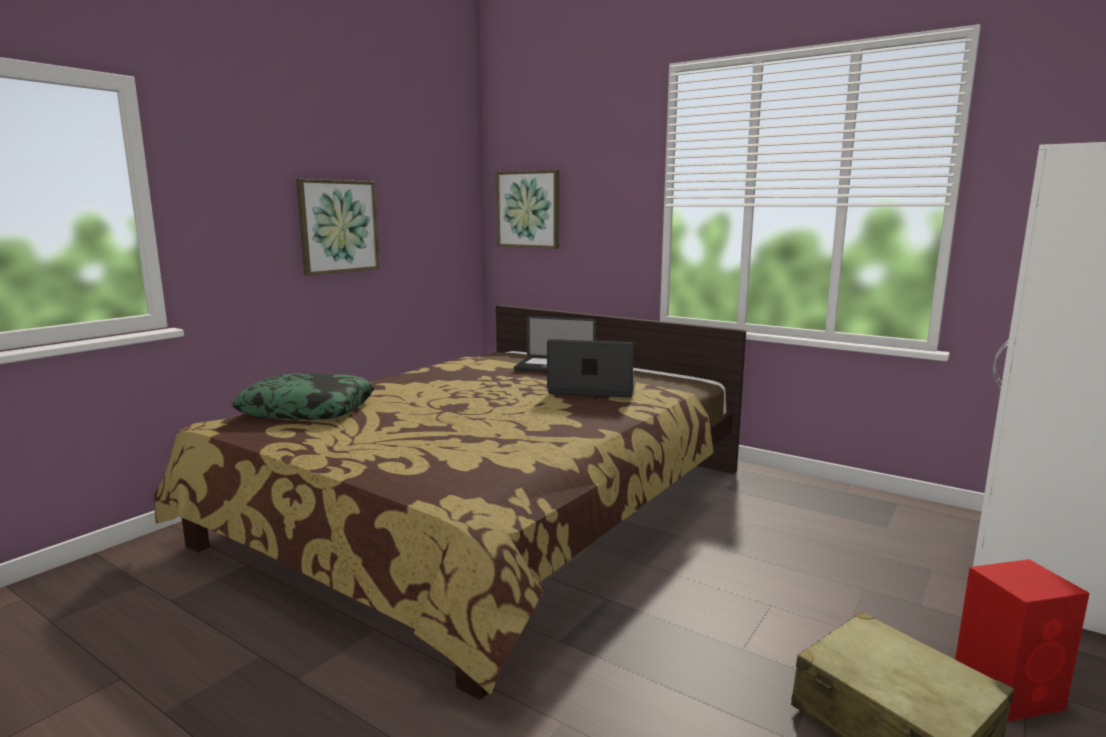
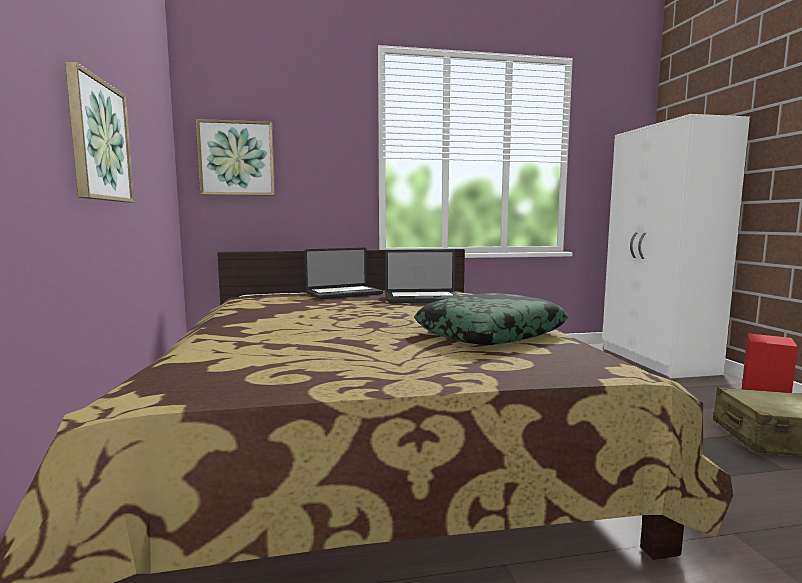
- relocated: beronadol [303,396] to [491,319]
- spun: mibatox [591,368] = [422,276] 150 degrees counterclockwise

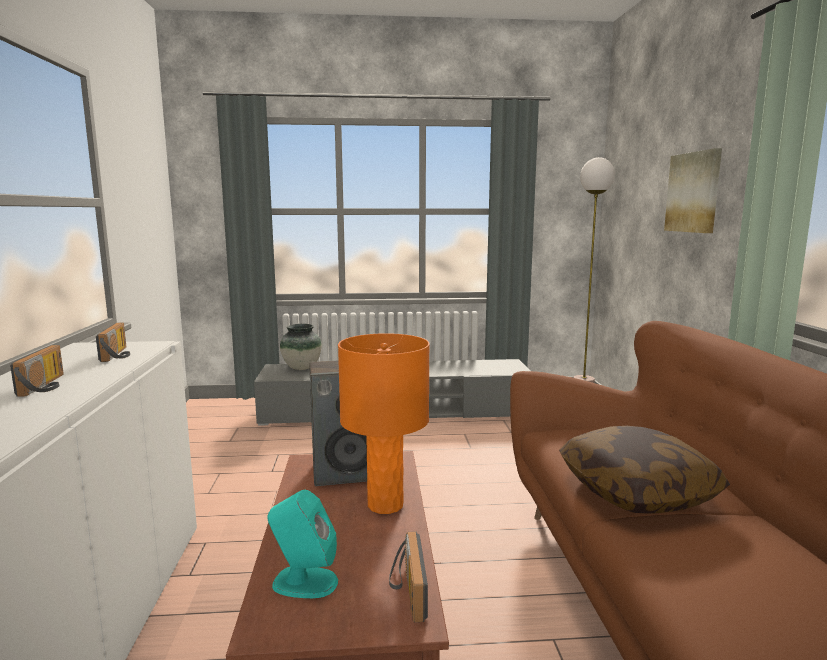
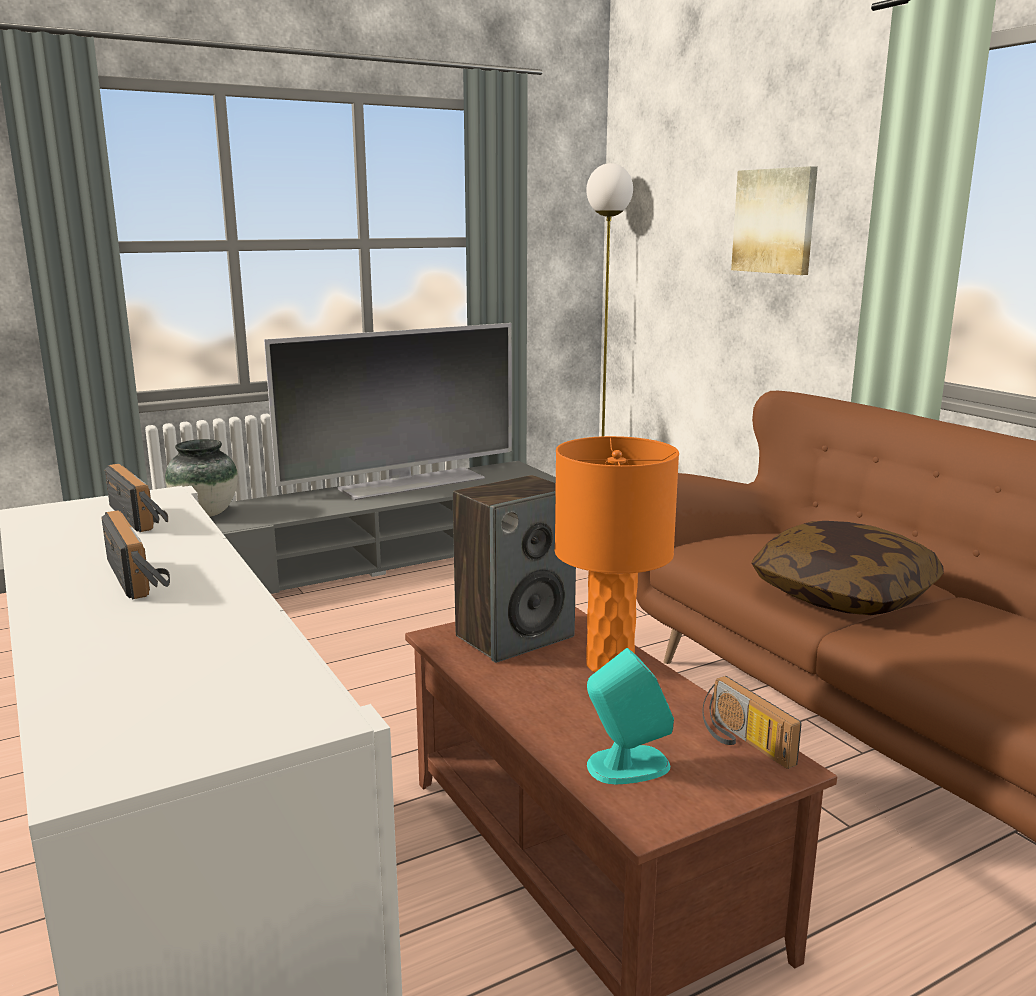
- appeared: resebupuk [388,411]

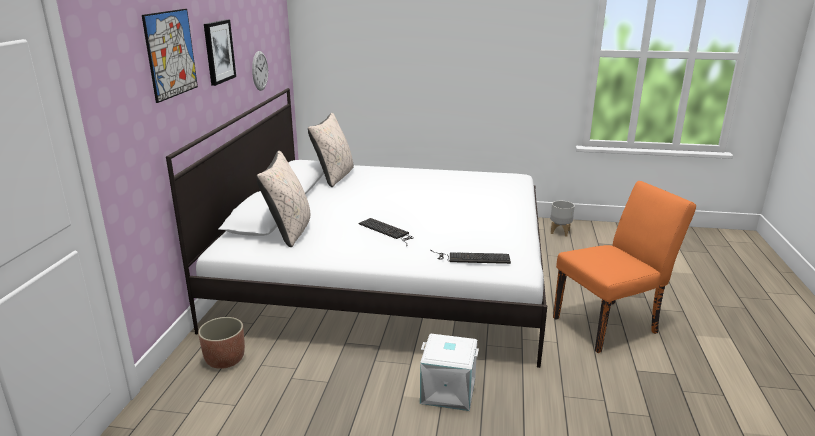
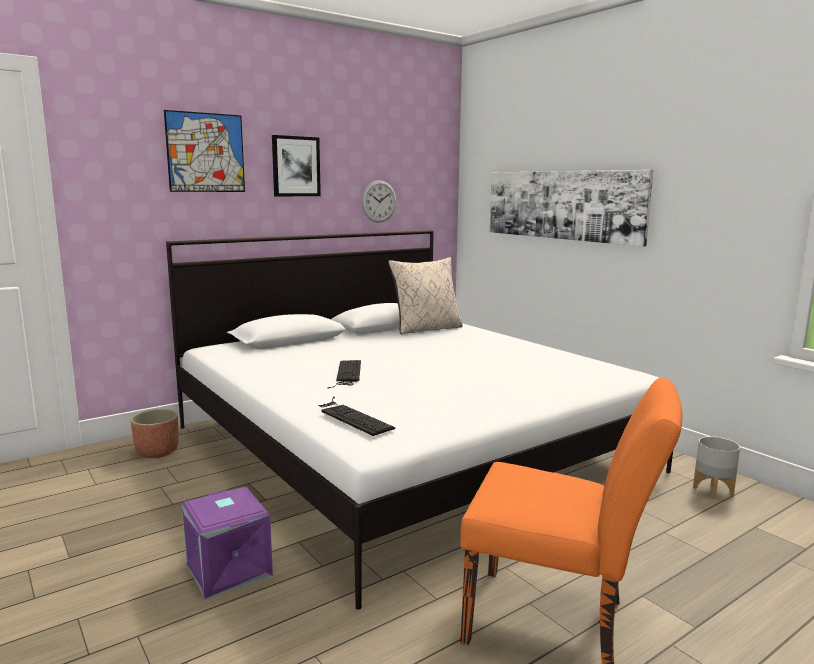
- missing: beige beronadol [283,199]
- appeared: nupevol [572,208]
- colour: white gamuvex [449,372] to purple gamuvex [227,543]

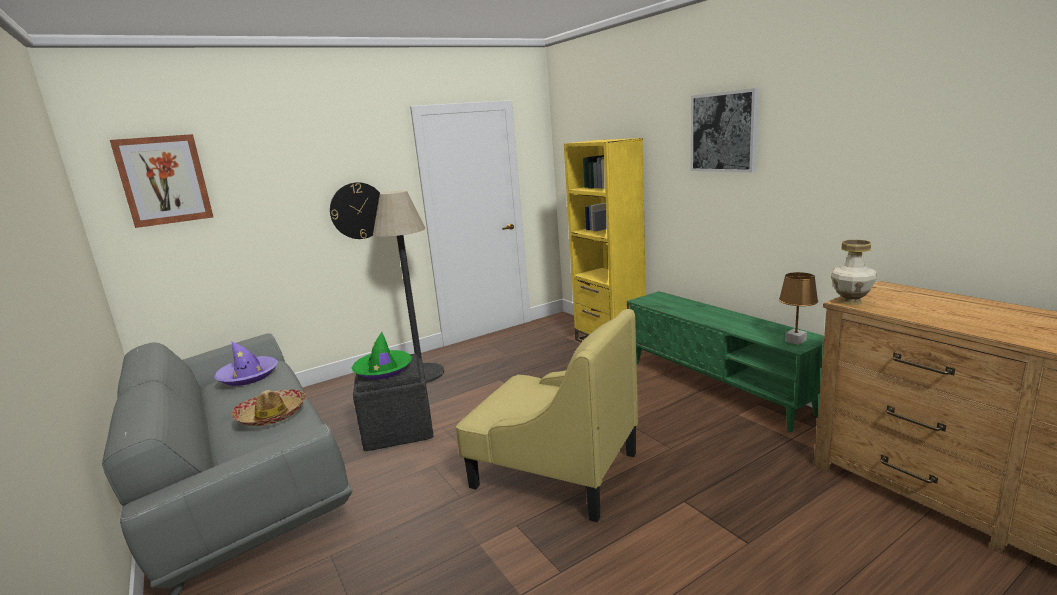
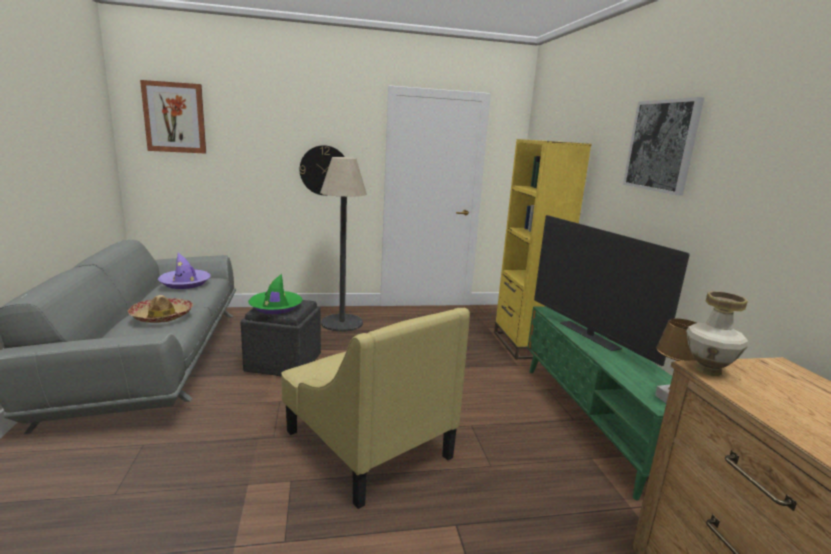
- appeared: resebupuk [612,290]

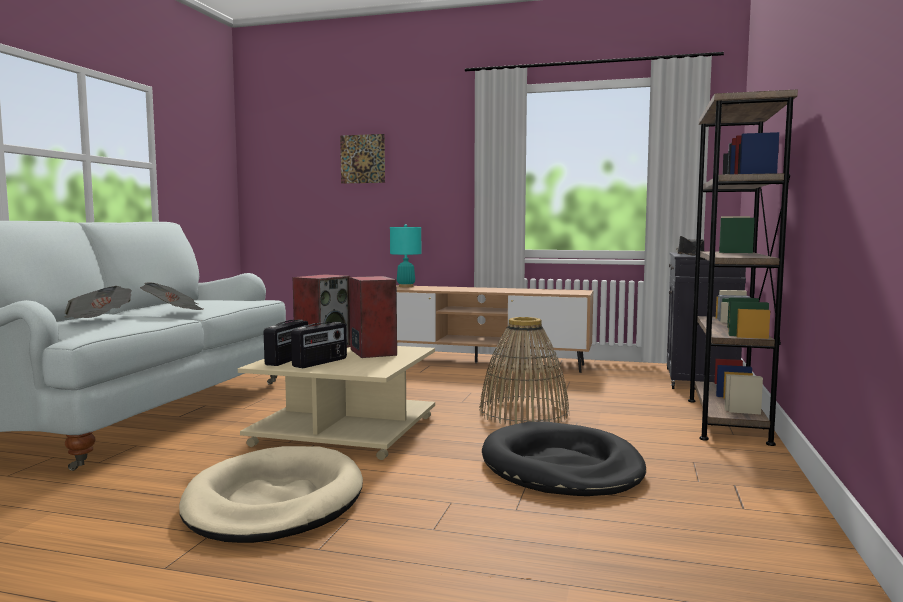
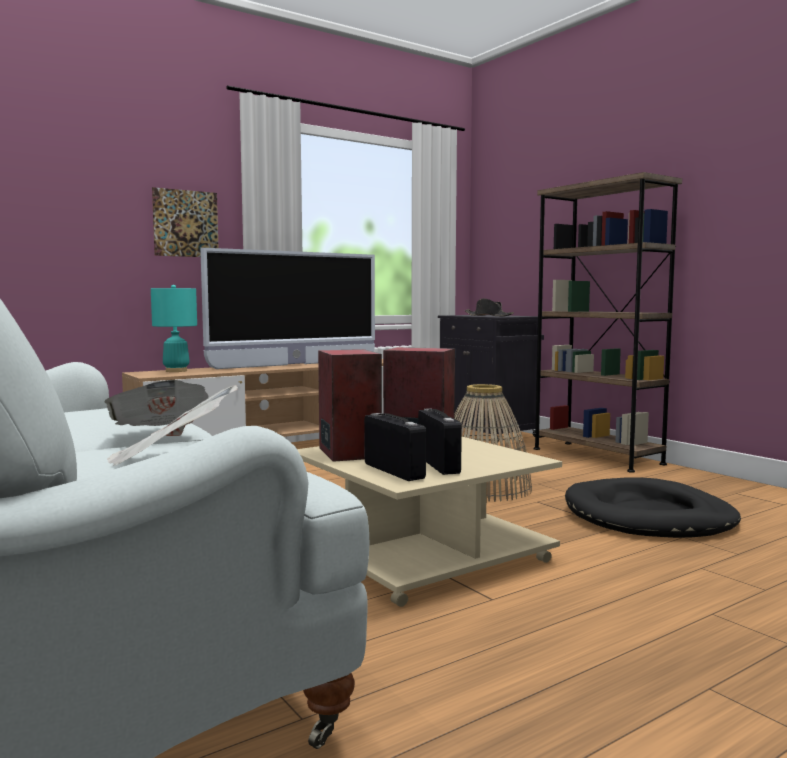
- missing: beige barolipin [271,494]
- appeared: resebupuk [287,308]
- relocated: nupevol [362,159] to [185,222]

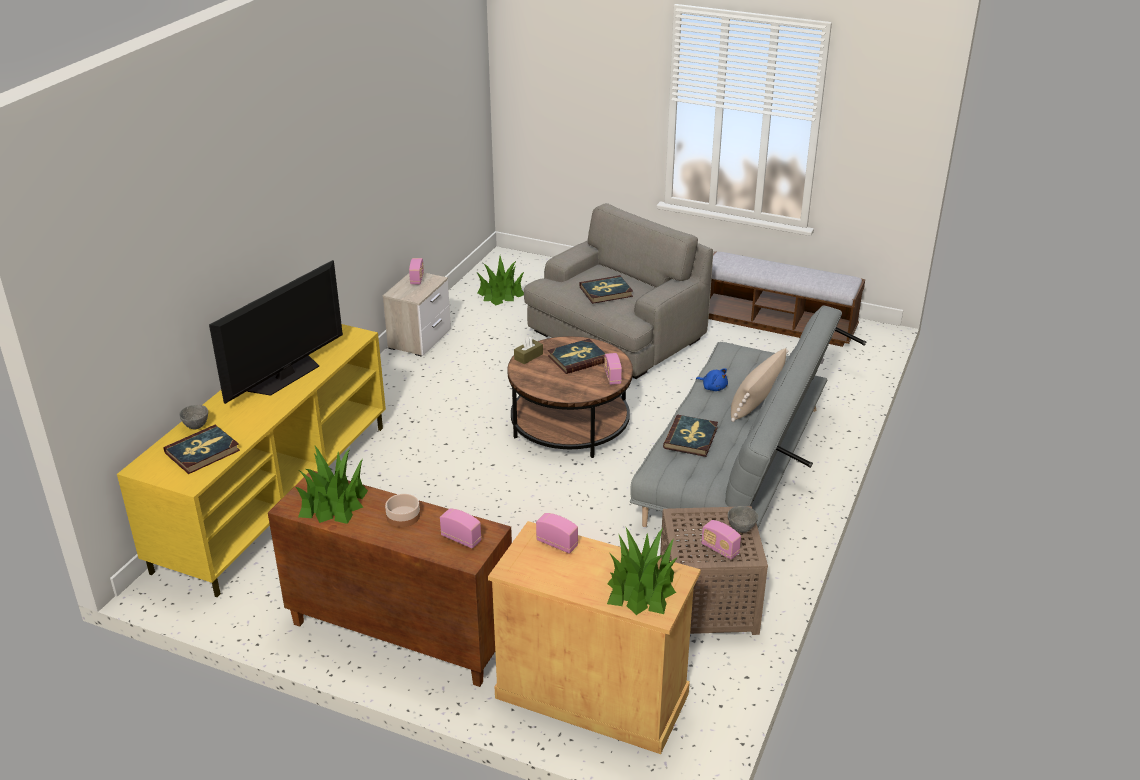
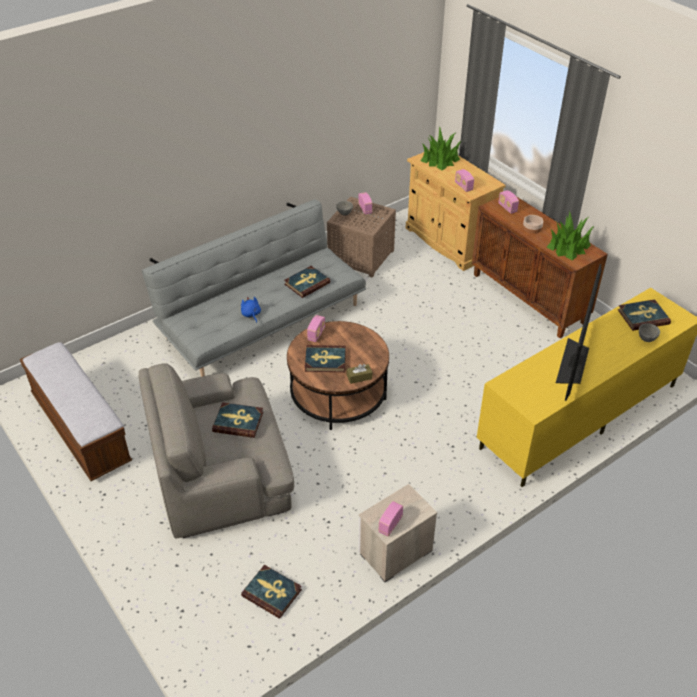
- missing: beige beronadol [759,385]
- exchanged: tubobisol [501,280] to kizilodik [271,592]
- spun: resebupuk [276,332] = [578,332] 135 degrees clockwise

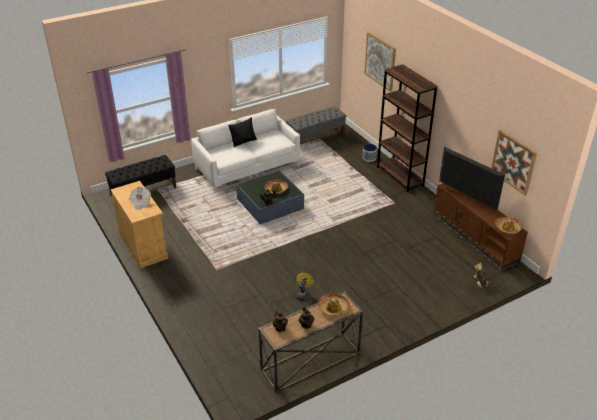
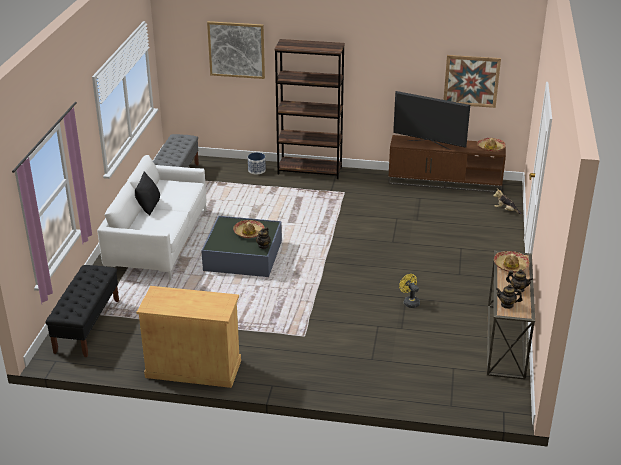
- missing: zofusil [140,198]
- spun: resebupuk [472,178] = [431,120] 150 degrees counterclockwise

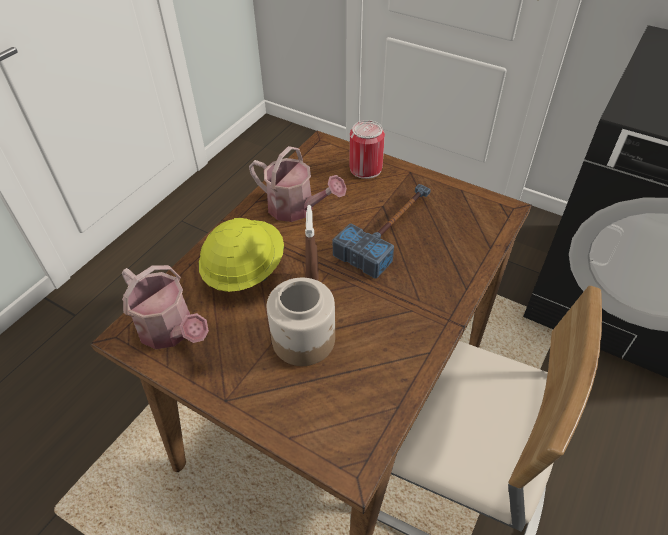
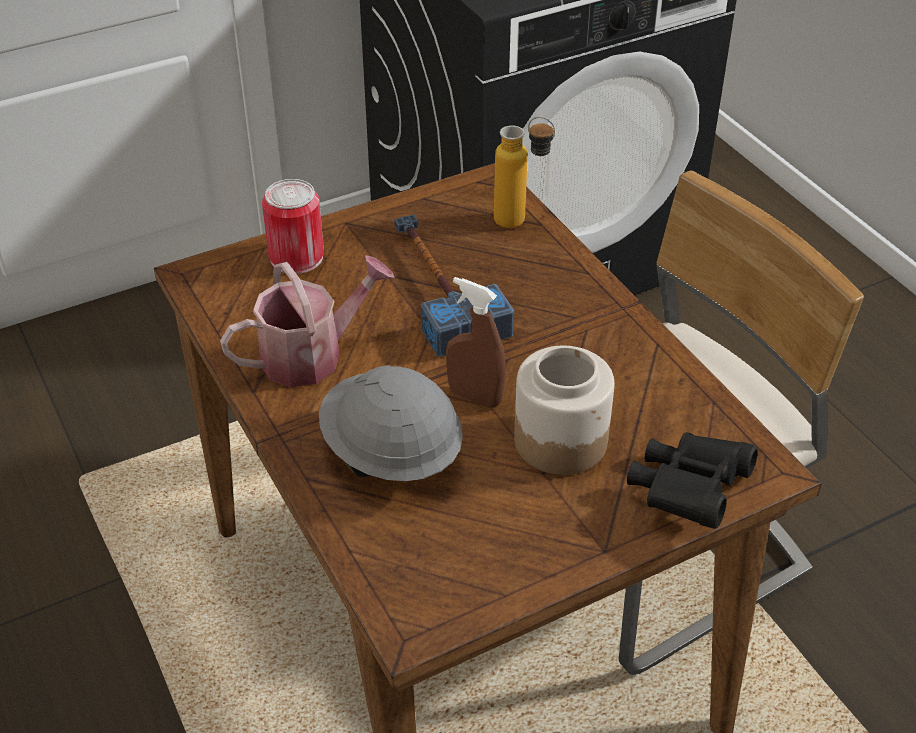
- missing: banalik [165,307]
- appeared: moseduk [524,172]
- appeared: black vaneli [692,480]
- colour: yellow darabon [241,255] to grey darabon [391,423]

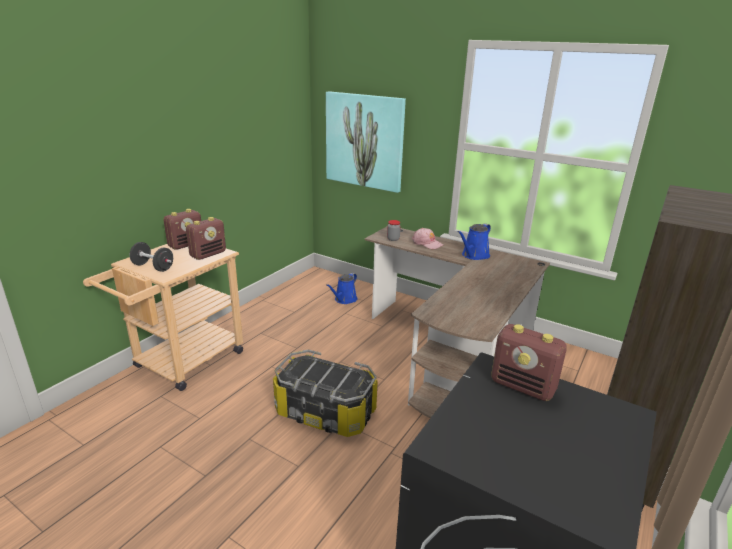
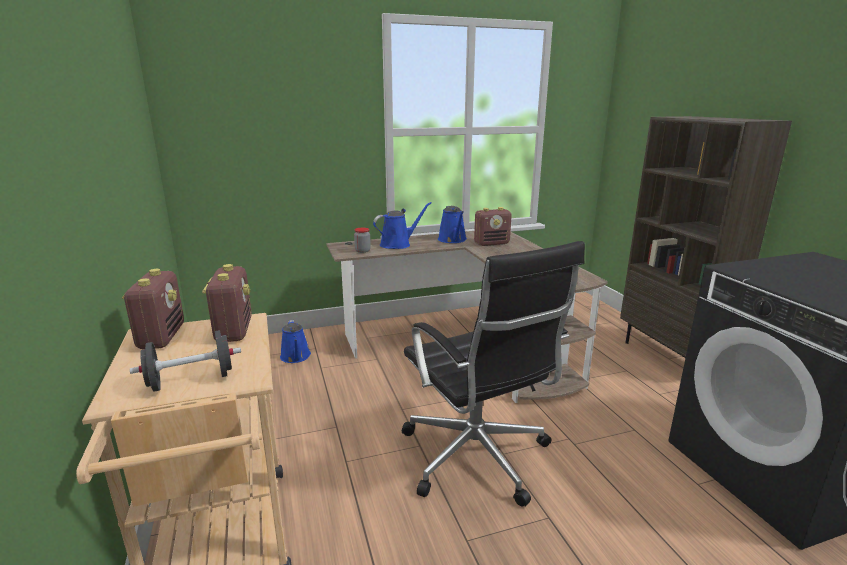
- missing: nupevol [366,142]
- relocated: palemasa [529,362] to [493,226]
- exchanged: gamuvex [325,393] to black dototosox [493,374]
- exchanged: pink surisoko [428,238] to blue banalik [402,225]

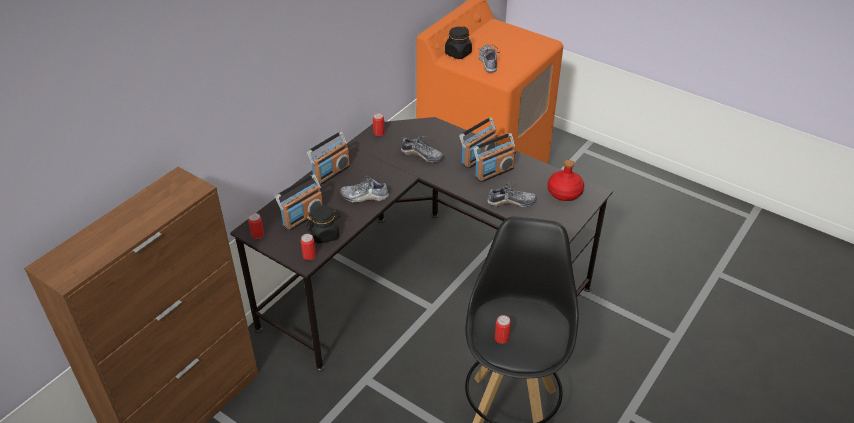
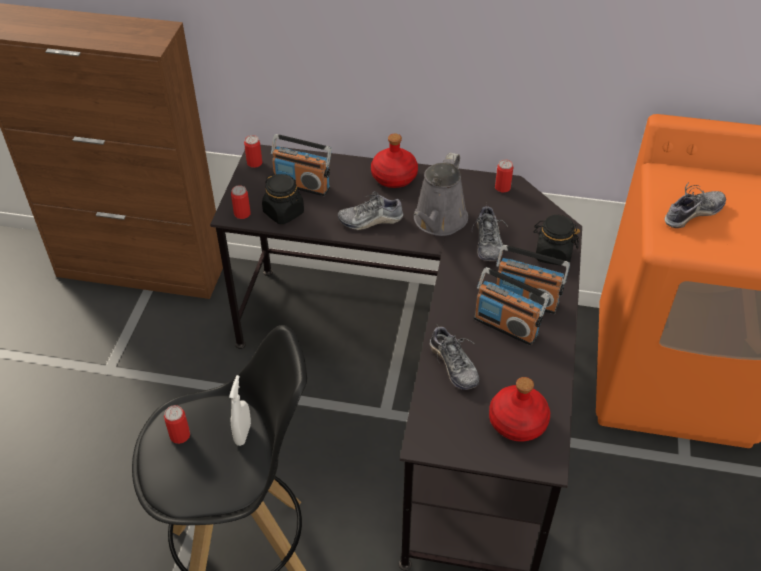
- appeared: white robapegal [240,410]
- appeared: grey banalik [441,194]
- relocated: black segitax [458,42] to [556,240]
- exchanged: palemasa [328,158] to red moseduk [394,160]
- spun: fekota [364,189] = [370,210] 75 degrees counterclockwise

